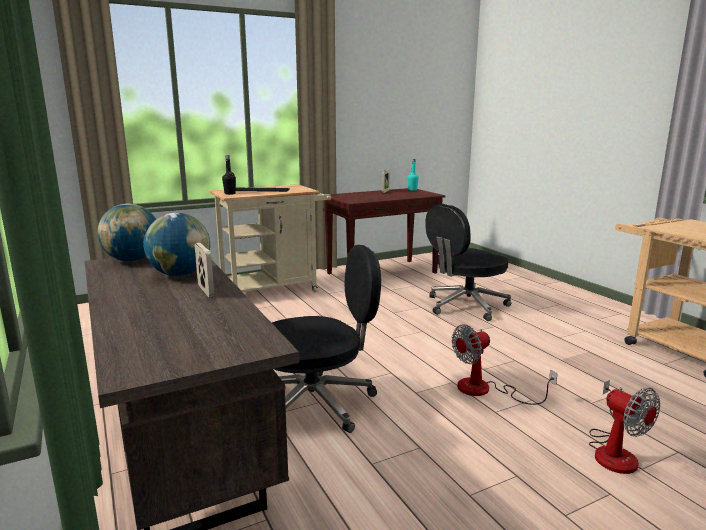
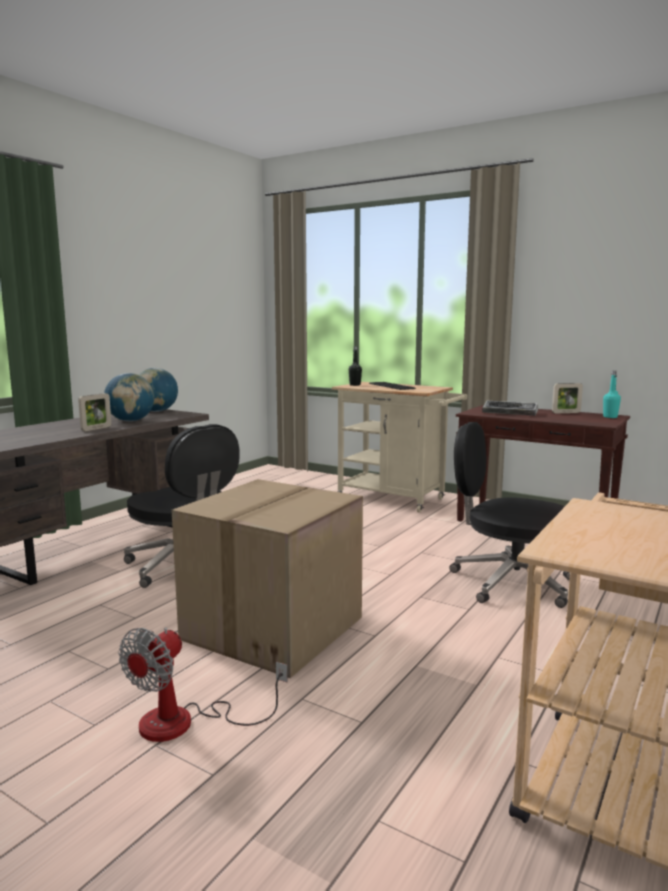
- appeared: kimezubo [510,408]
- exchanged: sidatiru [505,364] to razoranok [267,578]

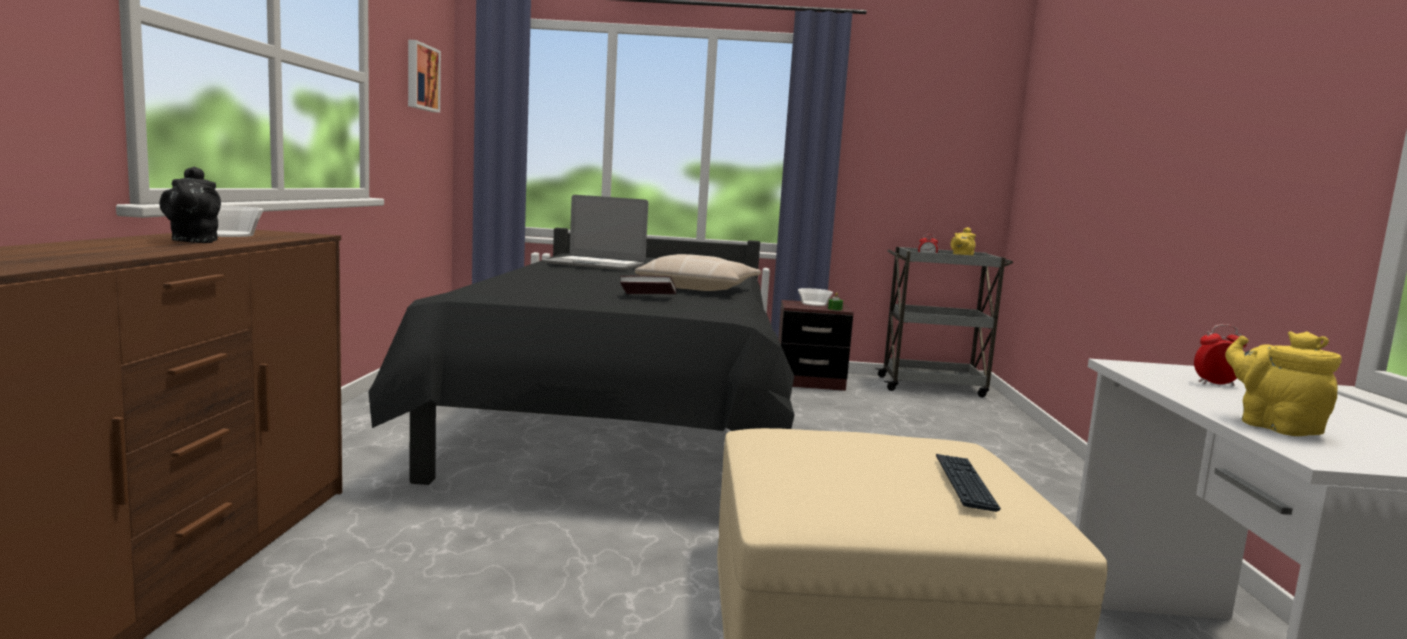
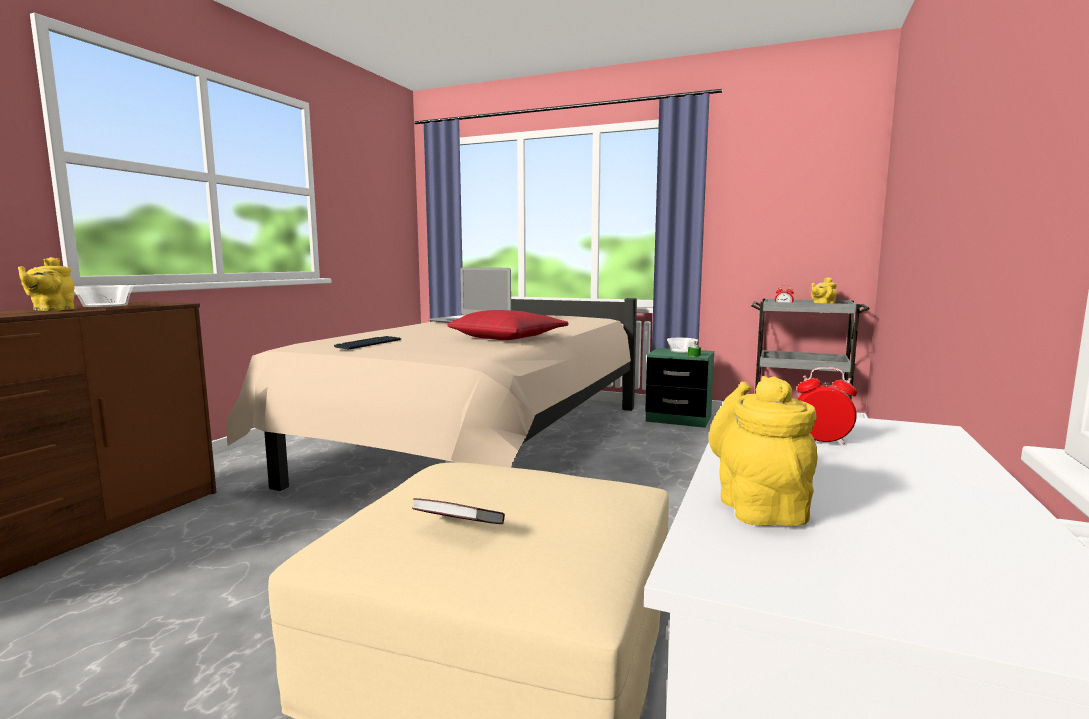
- missing: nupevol [424,76]
- relocated: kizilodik [648,284] to [458,511]
- relocated: kimezubo [968,483] to [367,343]
- colour: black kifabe [190,204] to yellow kifabe [46,284]
- colour: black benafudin [581,356] to beige benafudin [432,394]
- colour: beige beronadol [698,272] to red beronadol [507,325]
- colour: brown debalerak [816,345] to green debalerak [679,388]

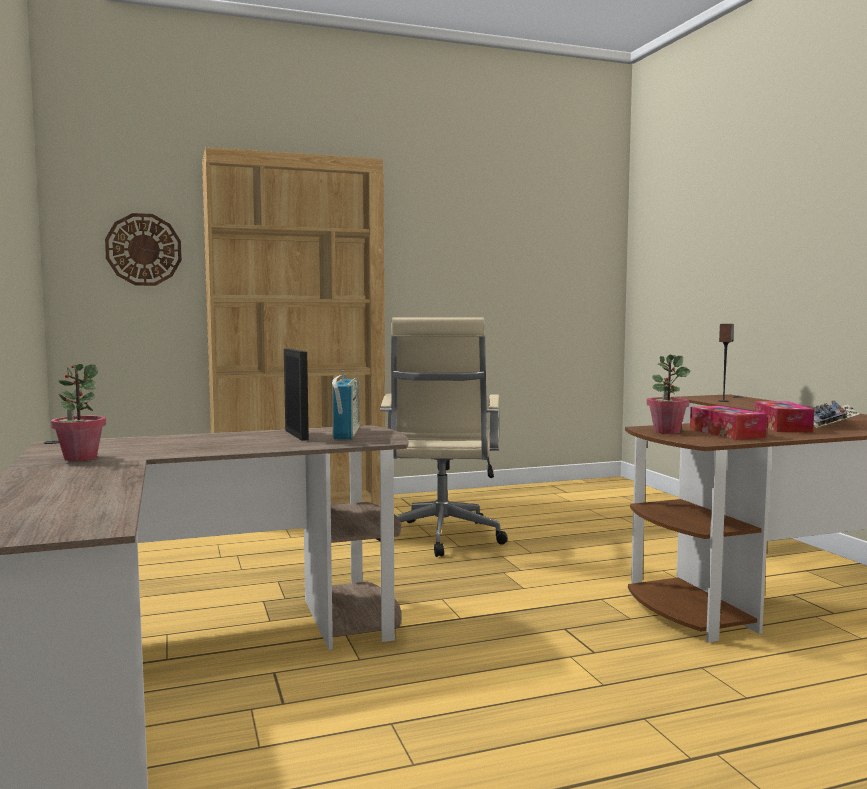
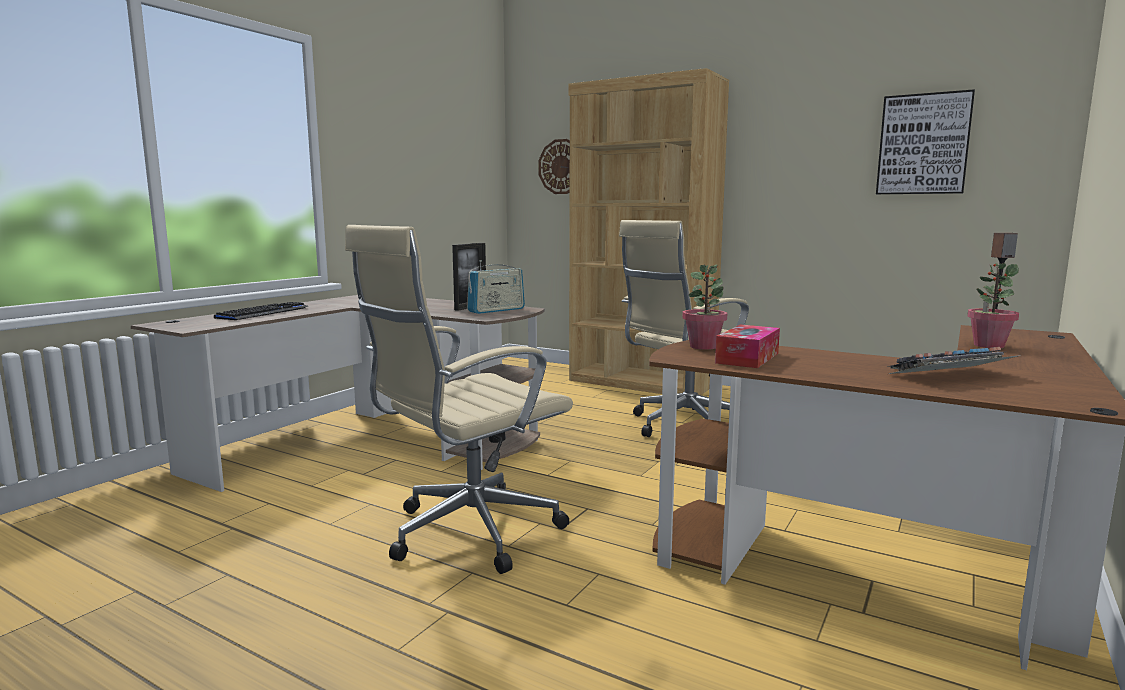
- missing: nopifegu [784,416]
- appeared: kimezubo [261,311]
- appeared: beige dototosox [459,399]
- appeared: nupevol [925,141]
- relocated: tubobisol [78,412] to [993,305]

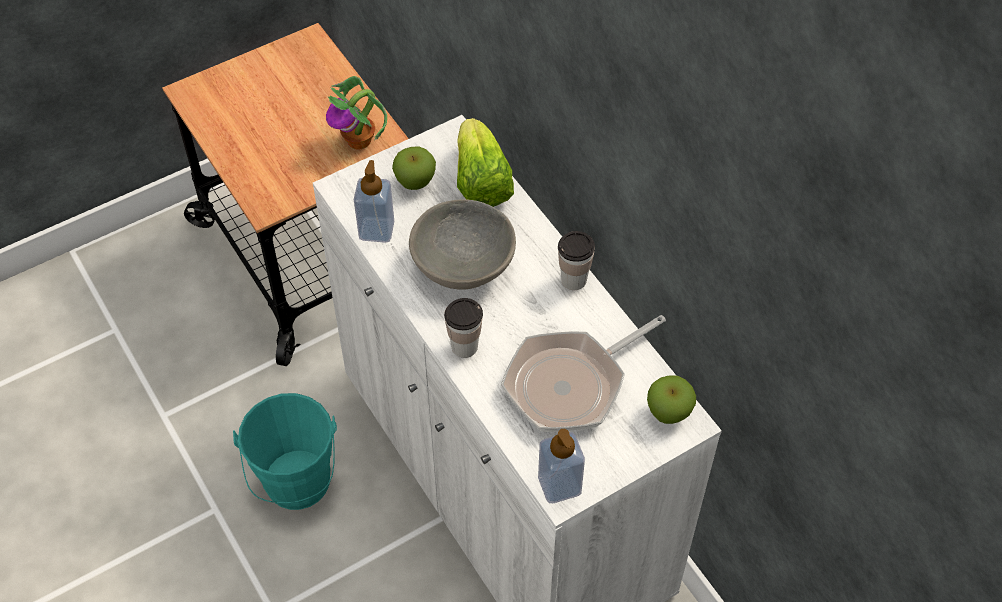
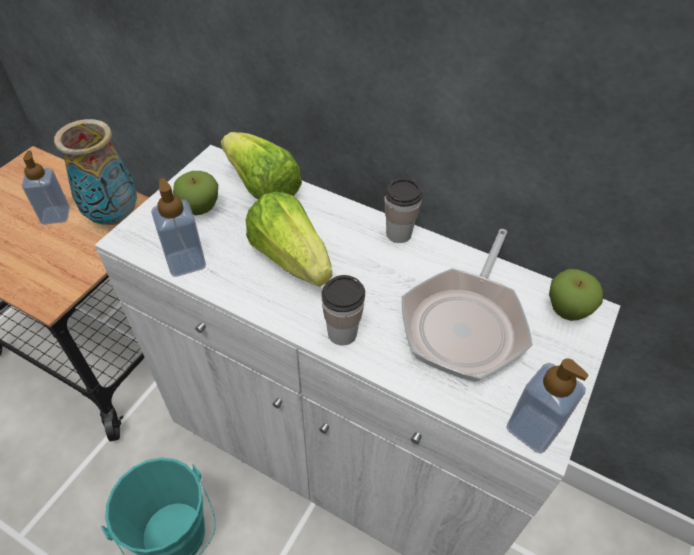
- appeared: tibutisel [46,187]
- exchanged: tubobisol [356,113] to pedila [95,172]
- exchanged: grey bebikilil [462,244] to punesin [289,239]

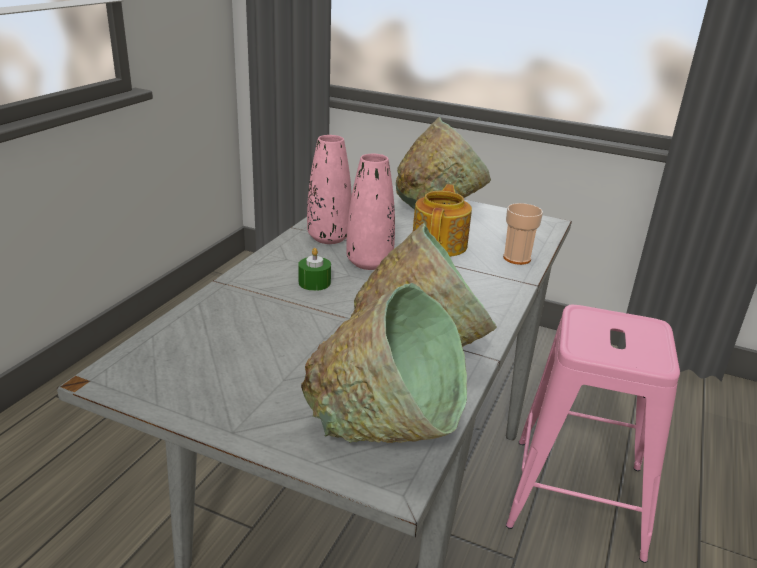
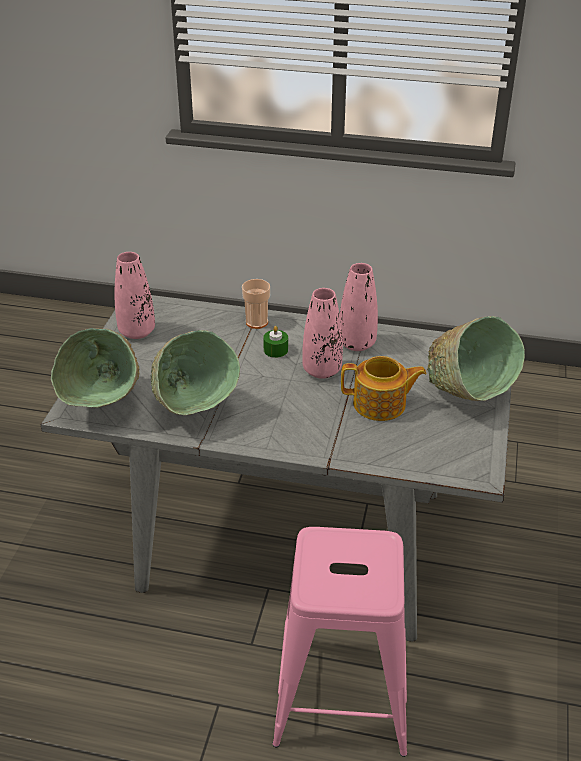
- appeared: pink pedila [135,295]
- relocated: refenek [523,234] to [256,304]

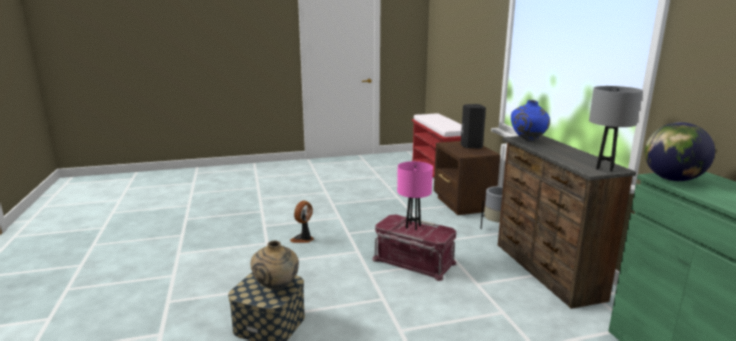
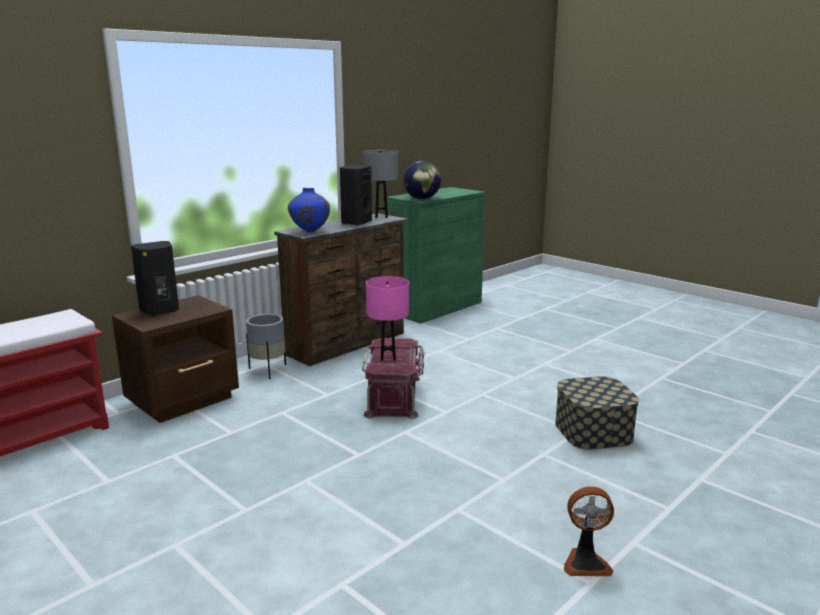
- missing: beige pedila [275,265]
- appeared: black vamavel [356,195]
- relocated: sidatiru [302,222] to [589,531]

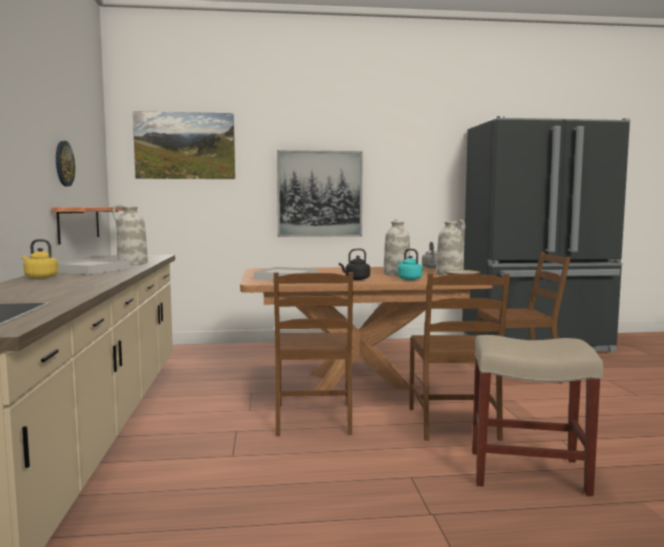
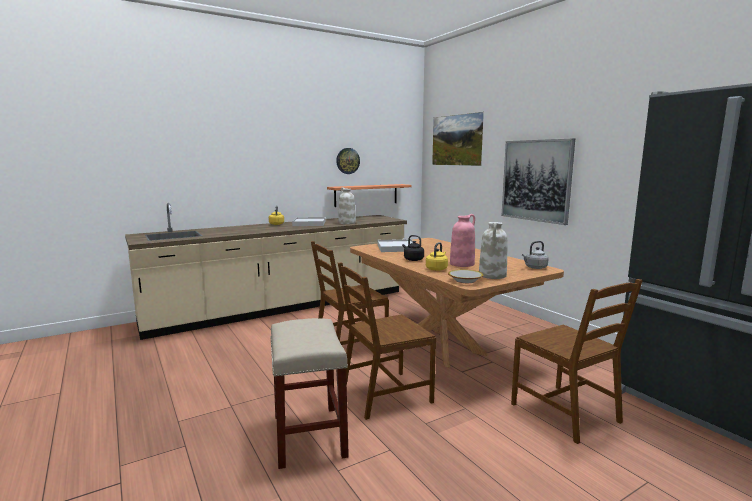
- colour: white pedila [397,247] to pink pedila [462,240]
- colour: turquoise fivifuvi [410,264] to yellow fivifuvi [437,256]

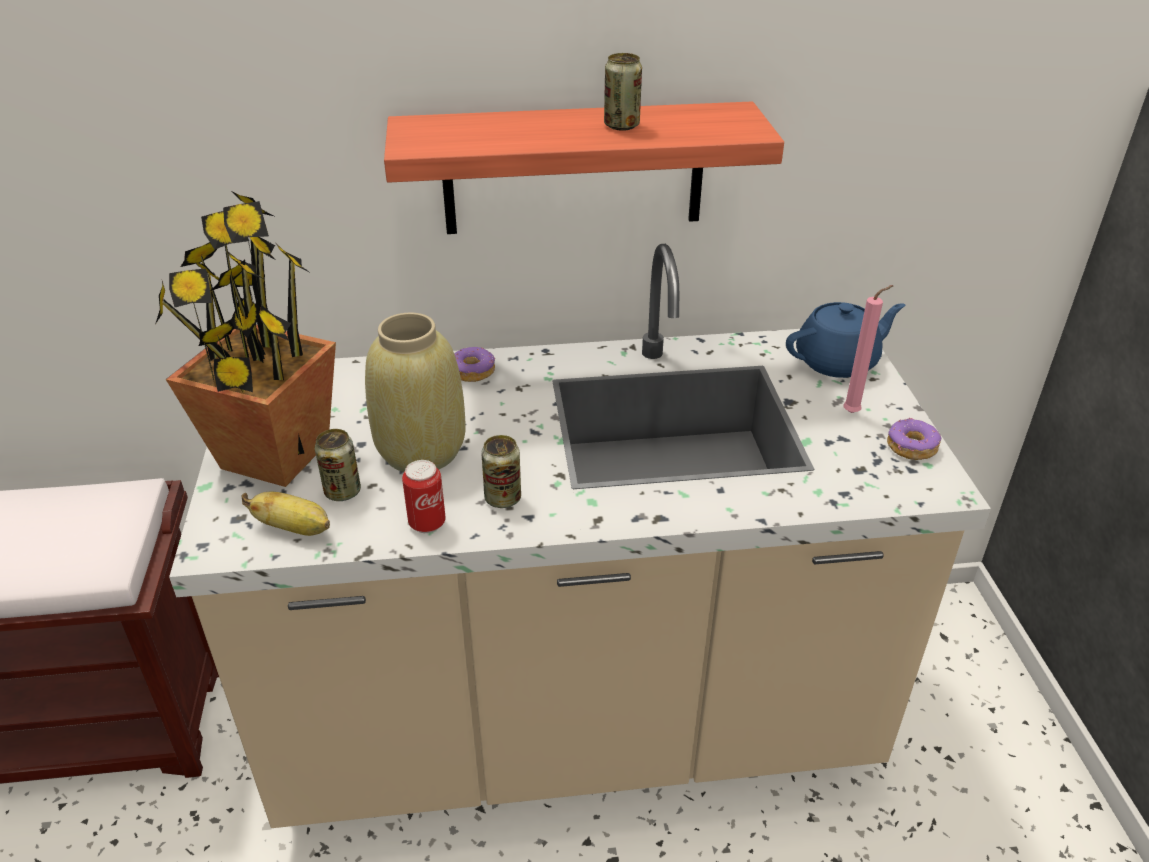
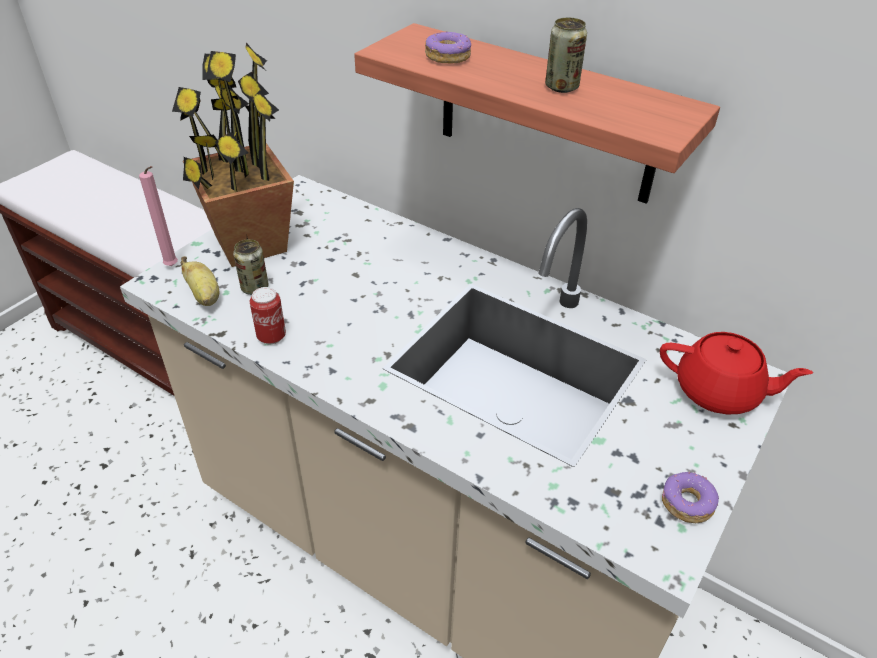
- missing: beige pedila [415,392]
- missing: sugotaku [501,471]
- relocated: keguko [474,364] to [448,47]
- relocated: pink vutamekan [868,349] to [158,216]
- colour: blue kifabe [846,340] to red kifabe [736,373]

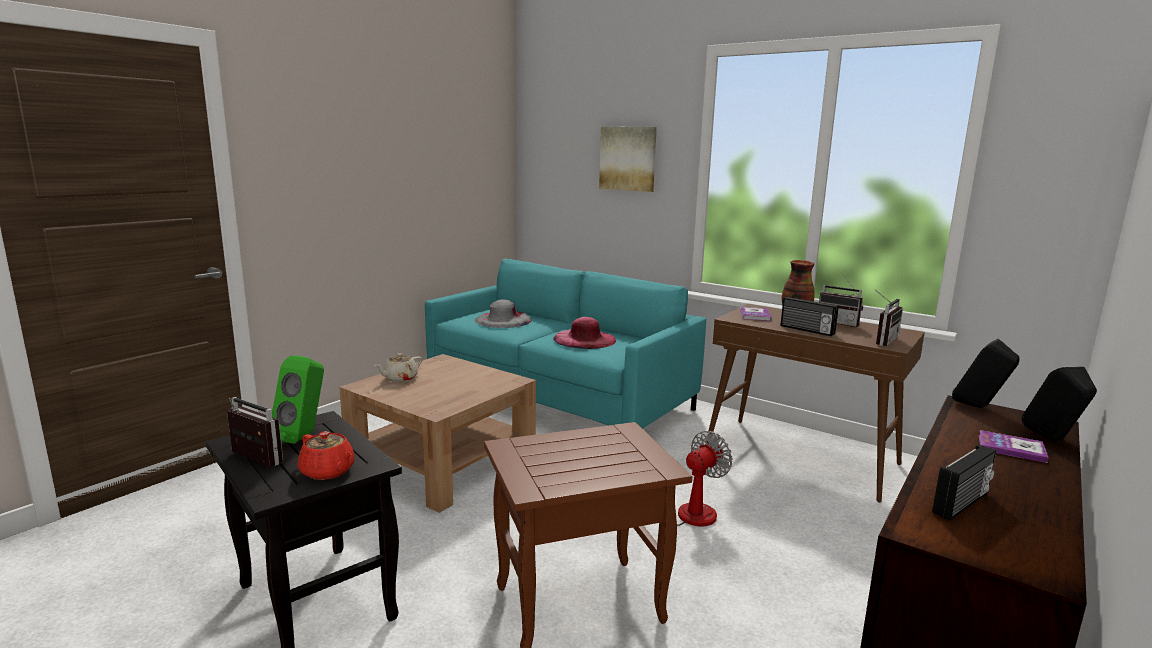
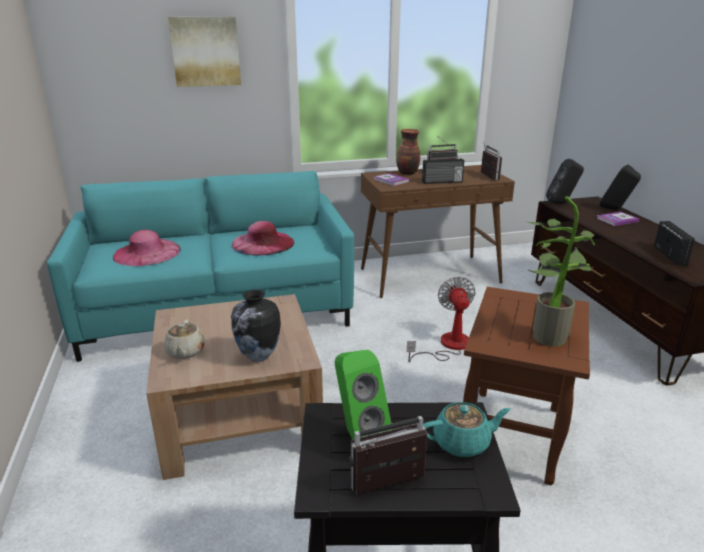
- appeared: pedila [256,326]
- appeared: tubobisol [560,271]
- colour: red kifabe [326,455] to turquoise kifabe [466,429]
- colour: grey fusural [503,313] to pink fusural [147,248]

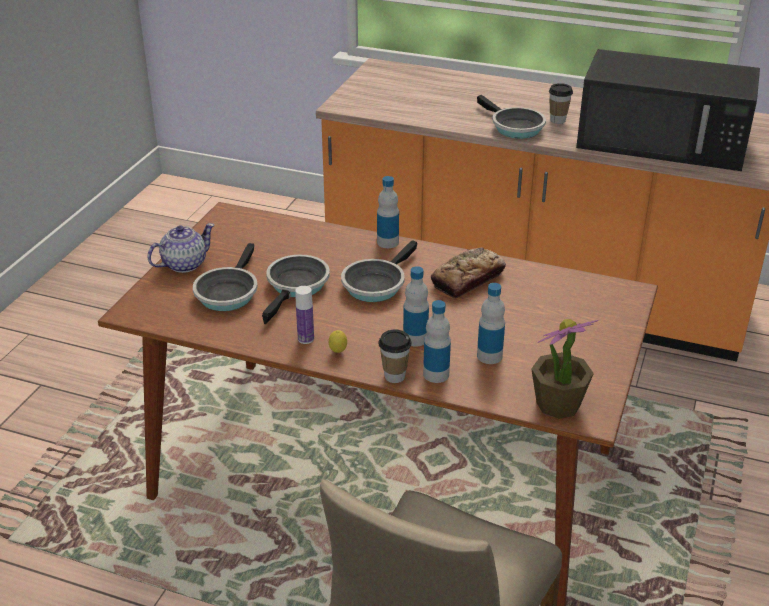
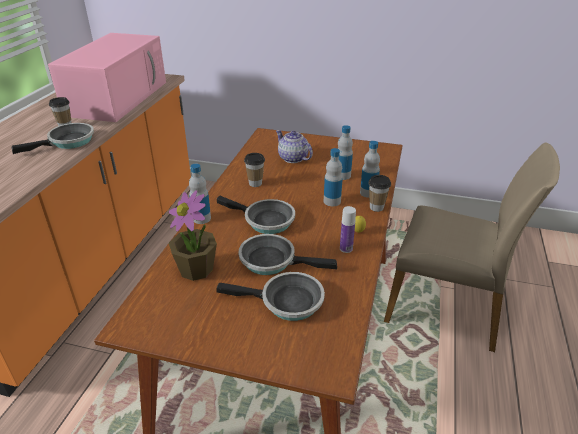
- relocated: kifabe [181,248] to [294,146]
- relocated: tubobisol [565,369] to [192,235]
- exchanged: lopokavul [468,273] to refenek [254,170]
- colour: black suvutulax [668,110] to pink suvutulax [107,77]

